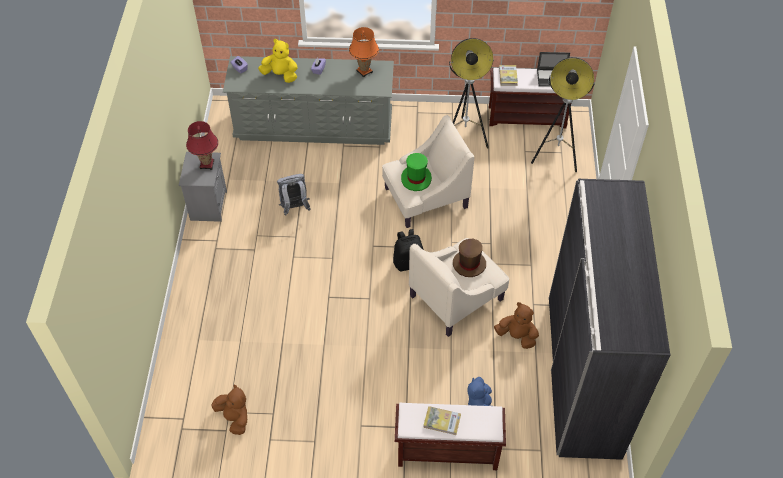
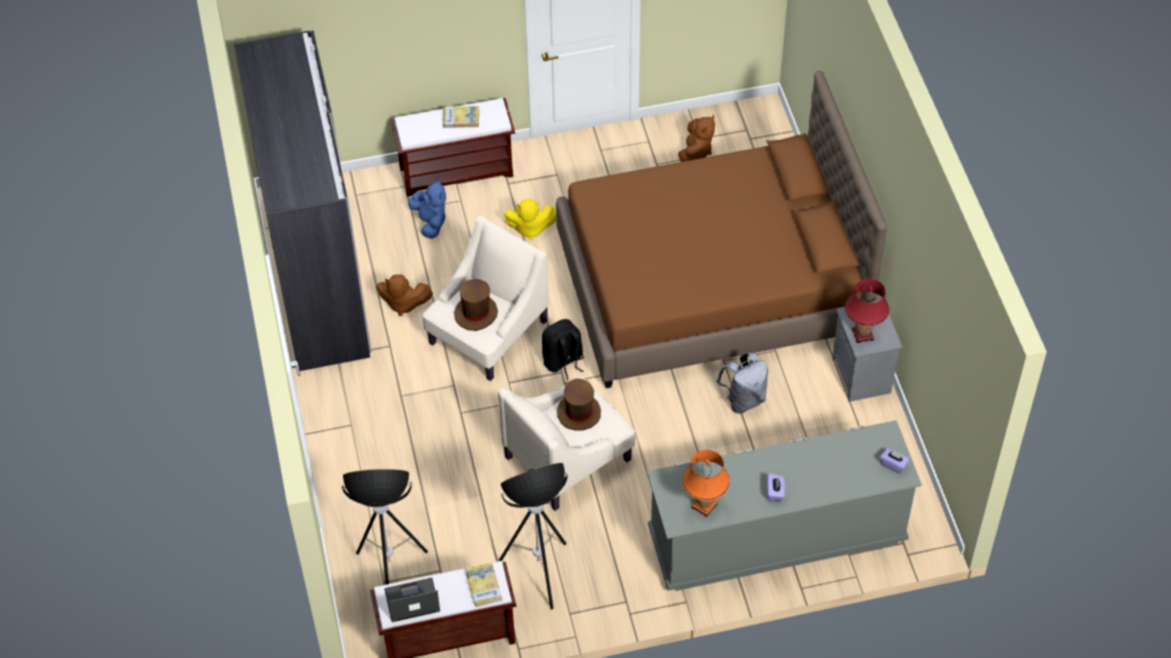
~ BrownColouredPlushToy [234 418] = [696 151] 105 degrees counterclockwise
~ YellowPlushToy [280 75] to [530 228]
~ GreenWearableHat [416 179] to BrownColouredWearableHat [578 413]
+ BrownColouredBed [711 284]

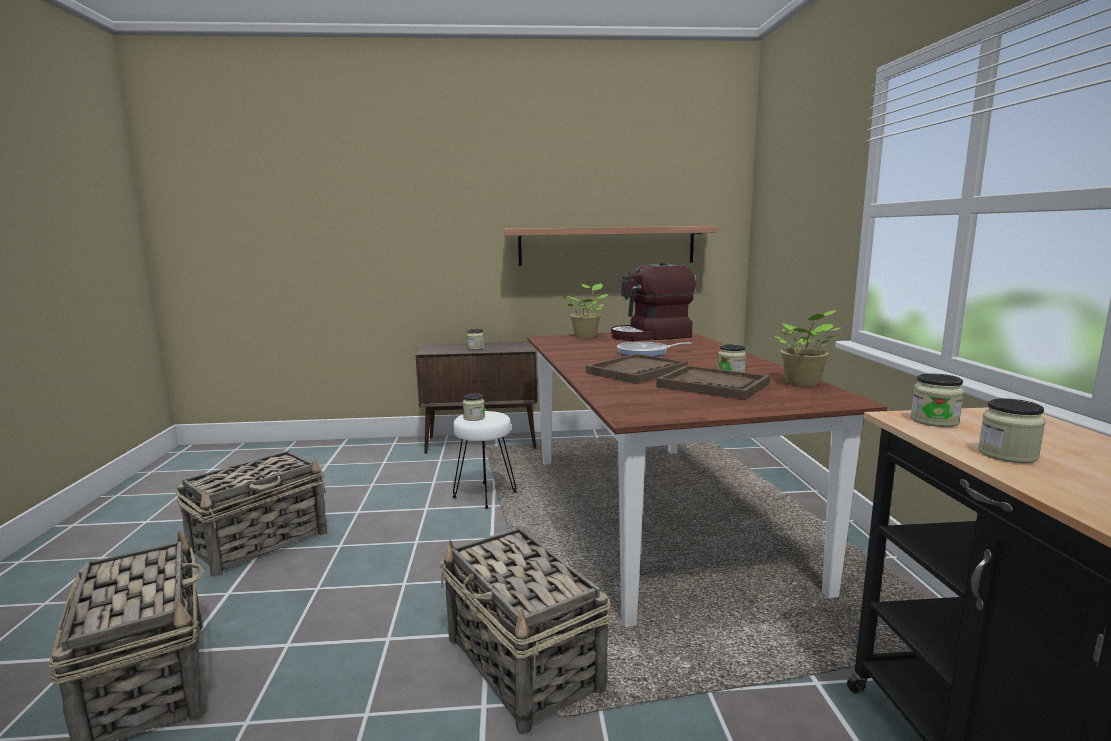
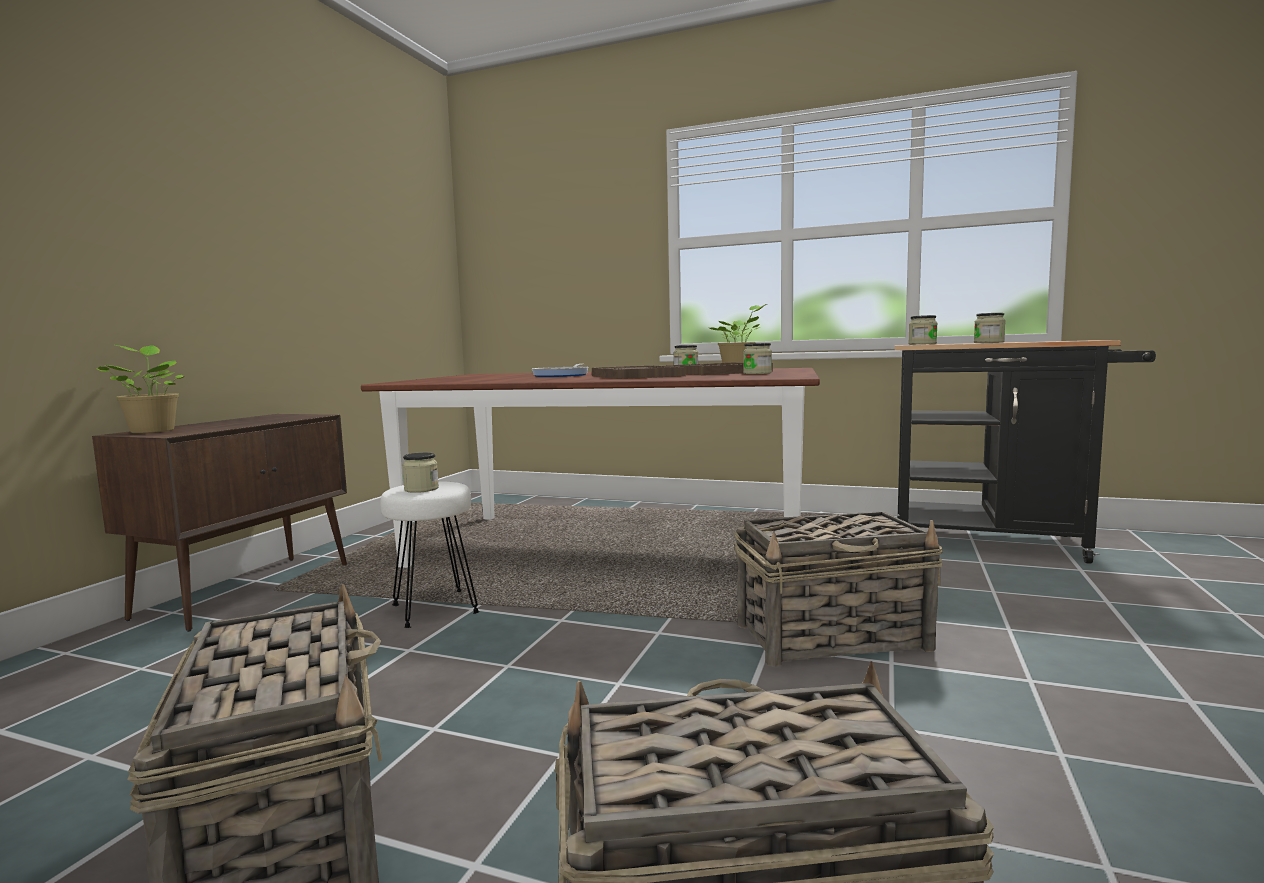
~ PreserveJar [476 348] to [757 373]
- BracketShelf [606 245]
~ PlantInAPot [586 336] to [152 431]
- CoffeeBrewer [651 336]

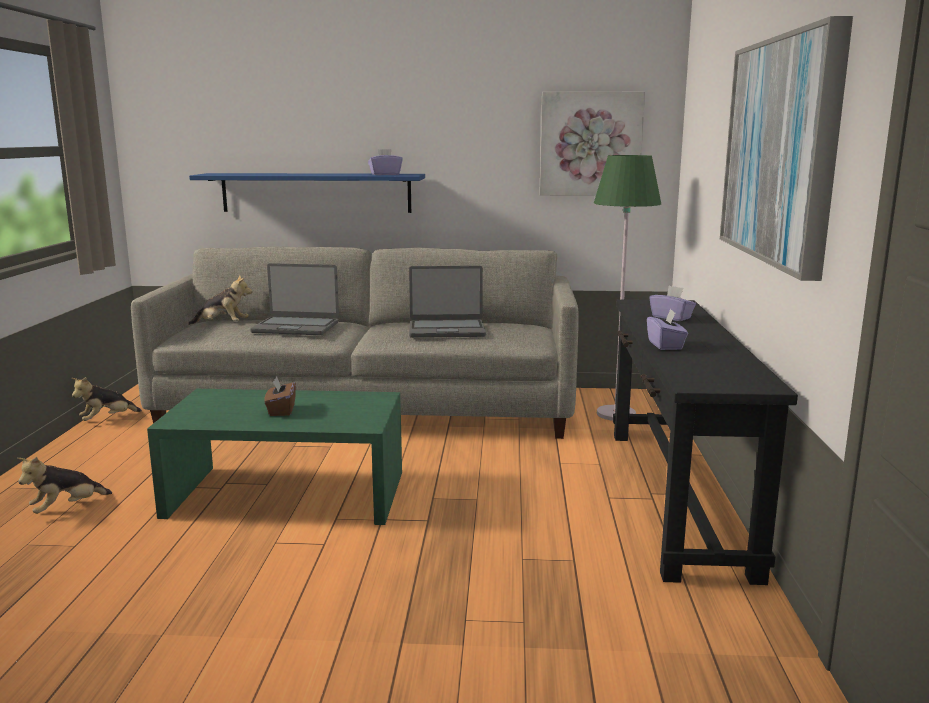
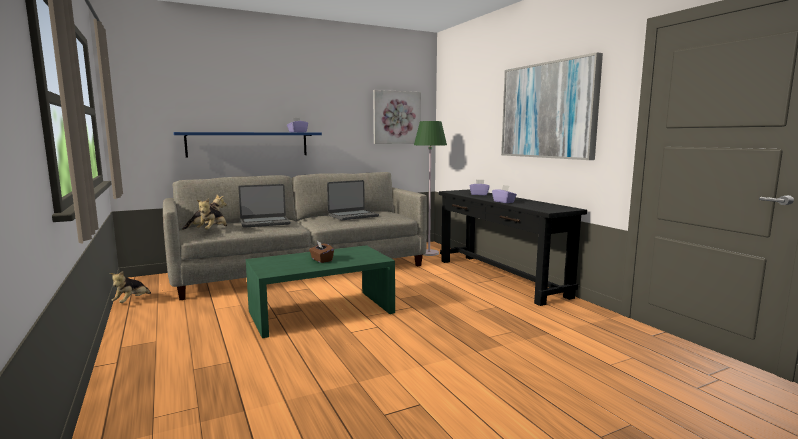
~ PlushToy [66 508] to [213 230]

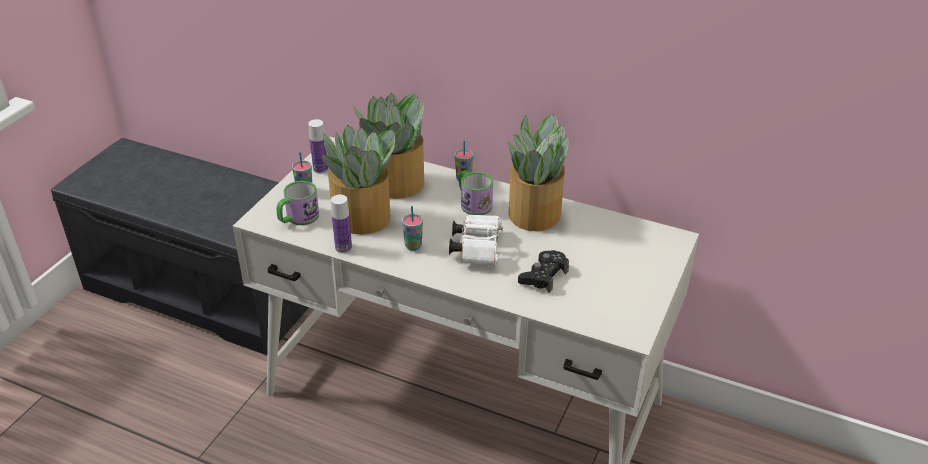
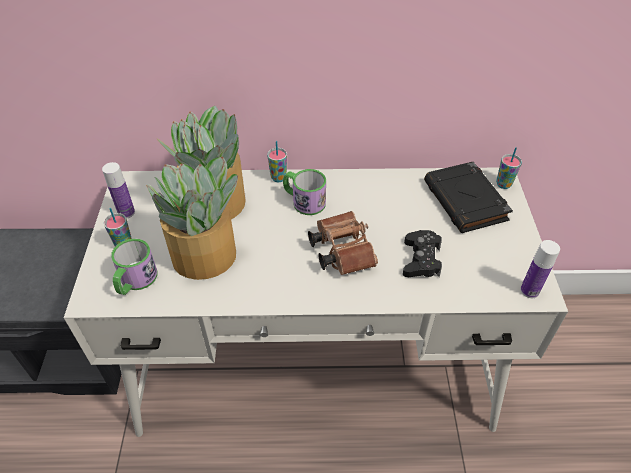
~ Bottle [343 248] to [529 290]
~ DrinkingCup [413 246] to [503 184]
~ WhiteBinoculars [477 248] to BrownColouredBinoculars [340 250]
- PlantInAPot [535 213]
+ BlackBook [466 202]

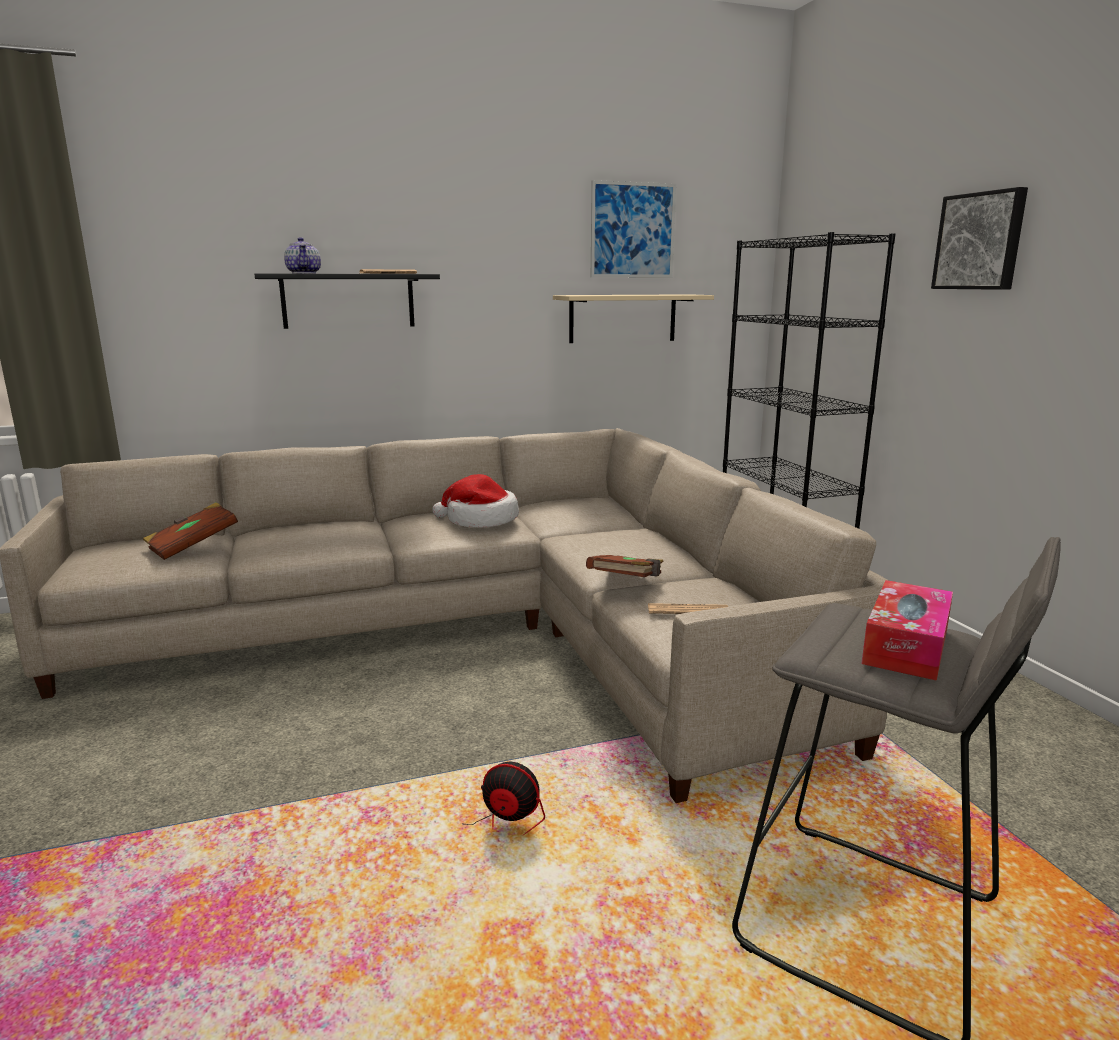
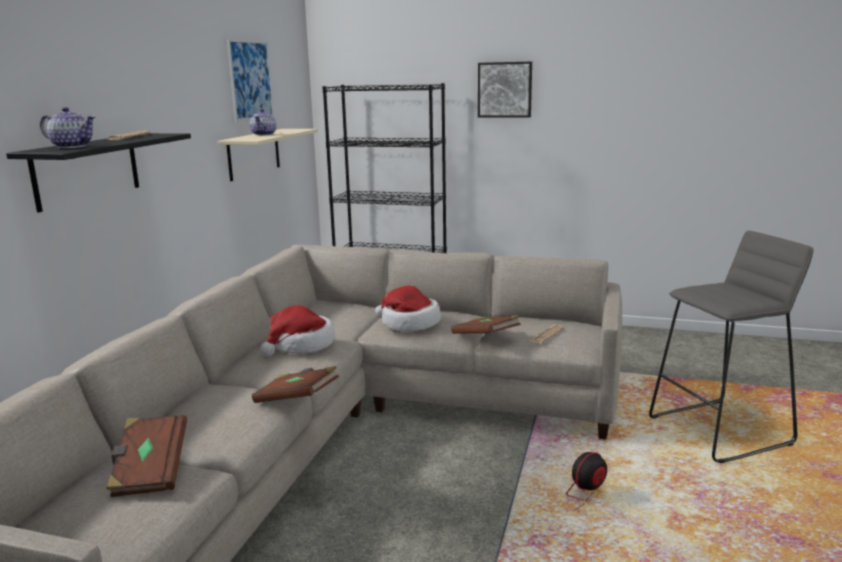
- TissueBox [906 645]
+ PotForTea [264 134]
+ BrownColouredBook [297 399]
+ WearableHat [409 323]

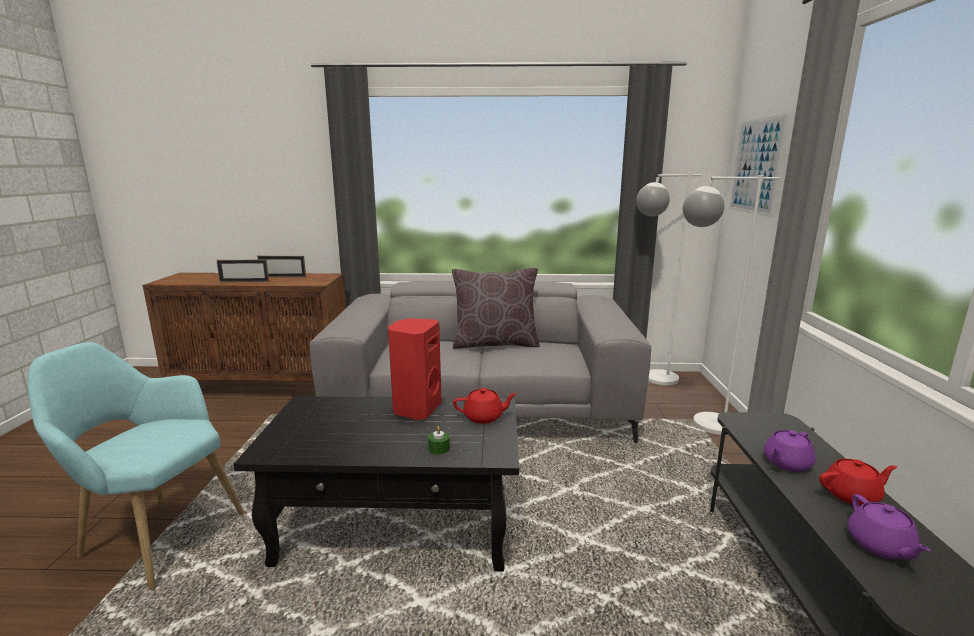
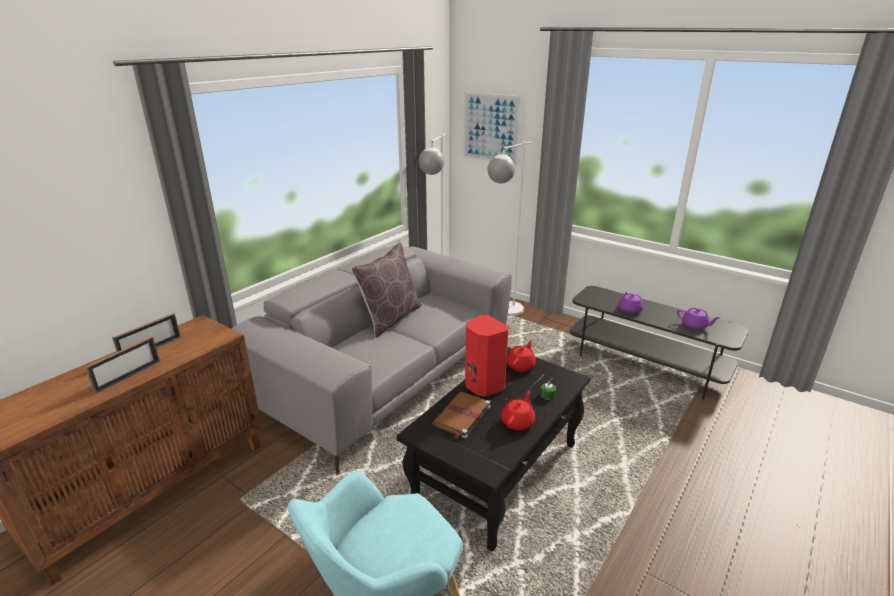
~ RedPotForTea [852 495] to [518 422]
+ BrownColouredBook [461 416]

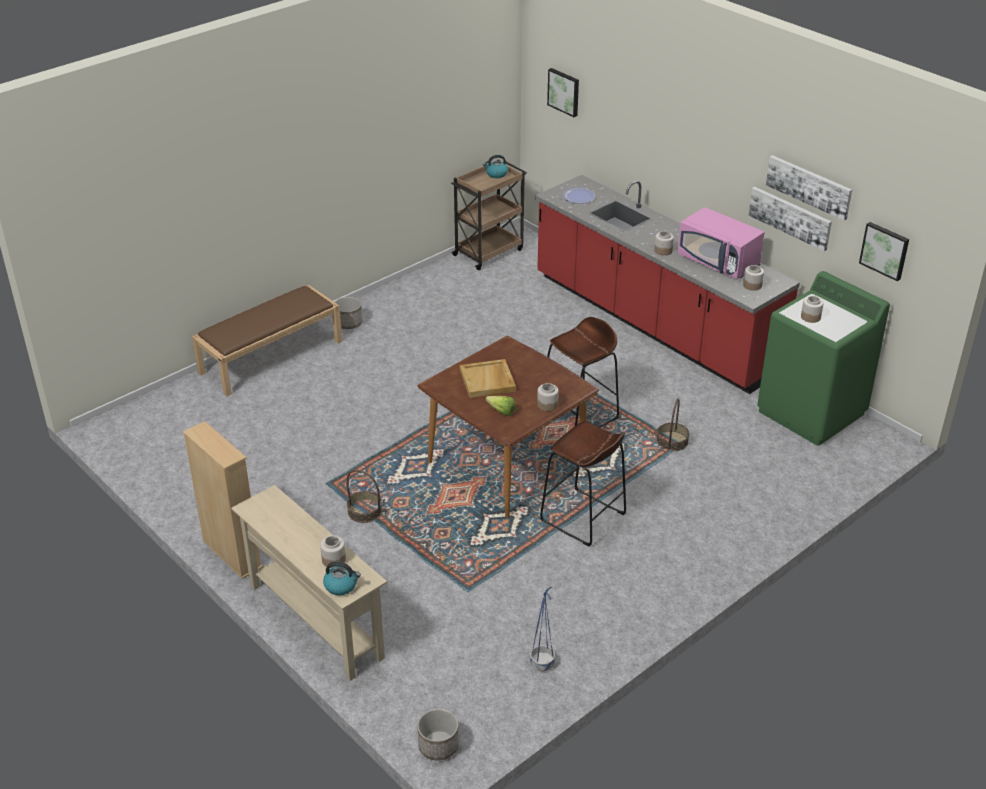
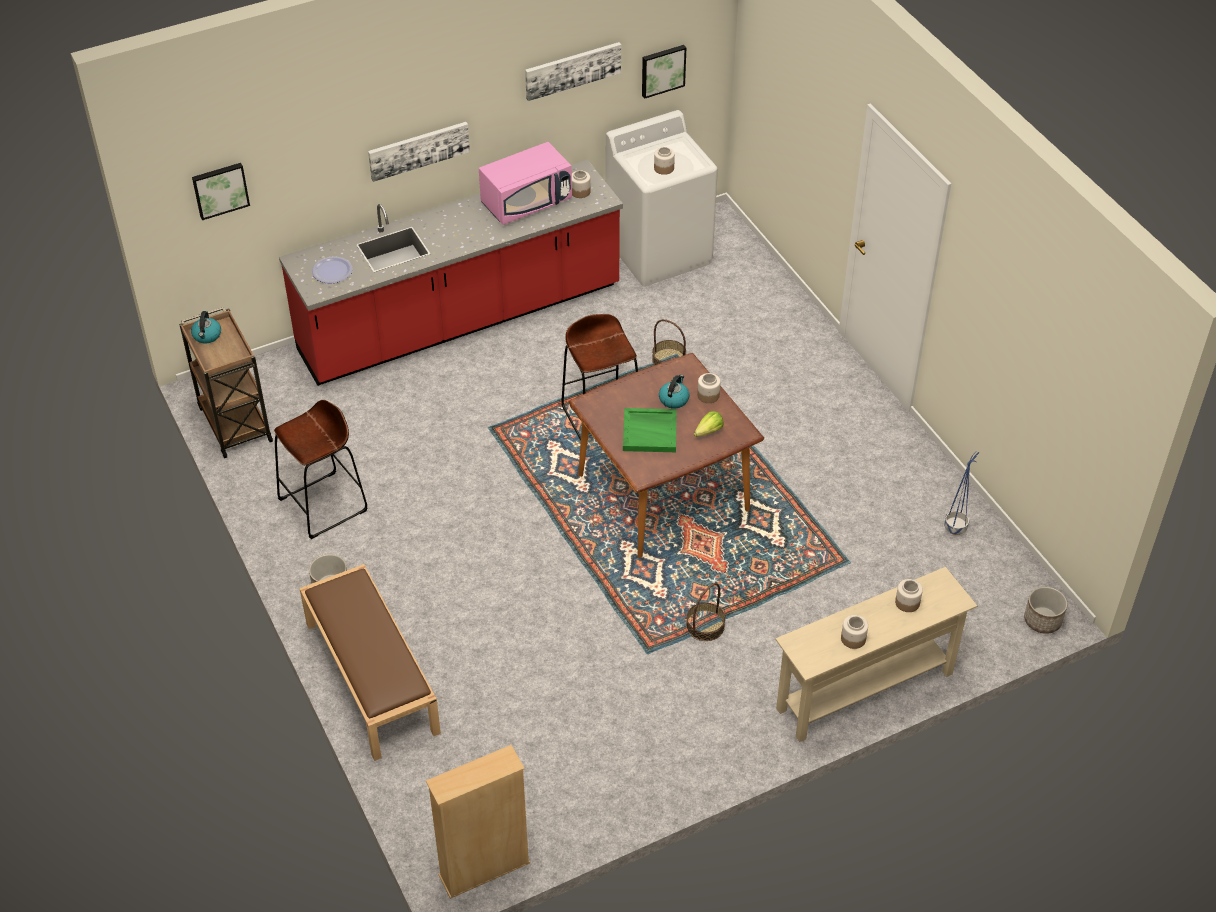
~ BeigeShelvingUnit [232 554] to [484 869]
~ TeaKettle [341 585] to [674 399]
~ BeigeTray [488 381] to GreenTray [650 432]
~ BrownColouredStool [583 518] to [323 505]
~ PreserveJar [663 251] to [853 639]
~ WallArt [790 217] to [418 150]
~ GreenLaundryAppliance [811 413] to WhiteLaundryAppliance [659 252]

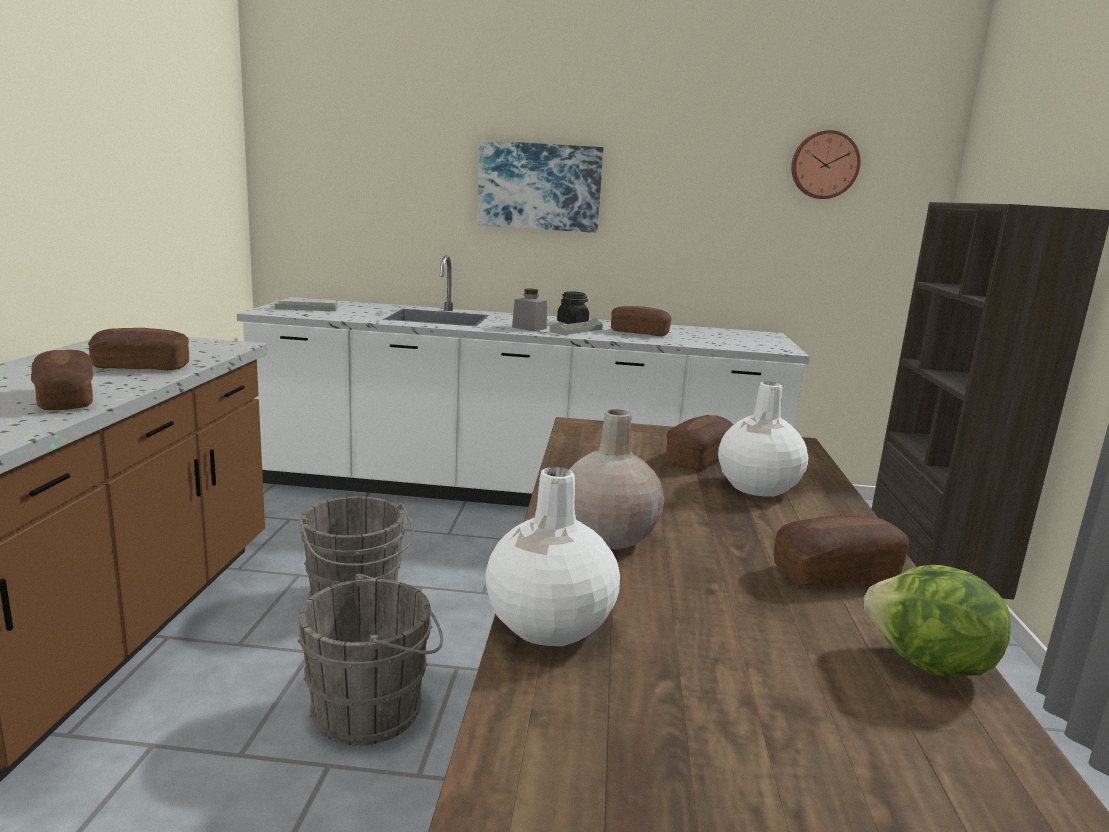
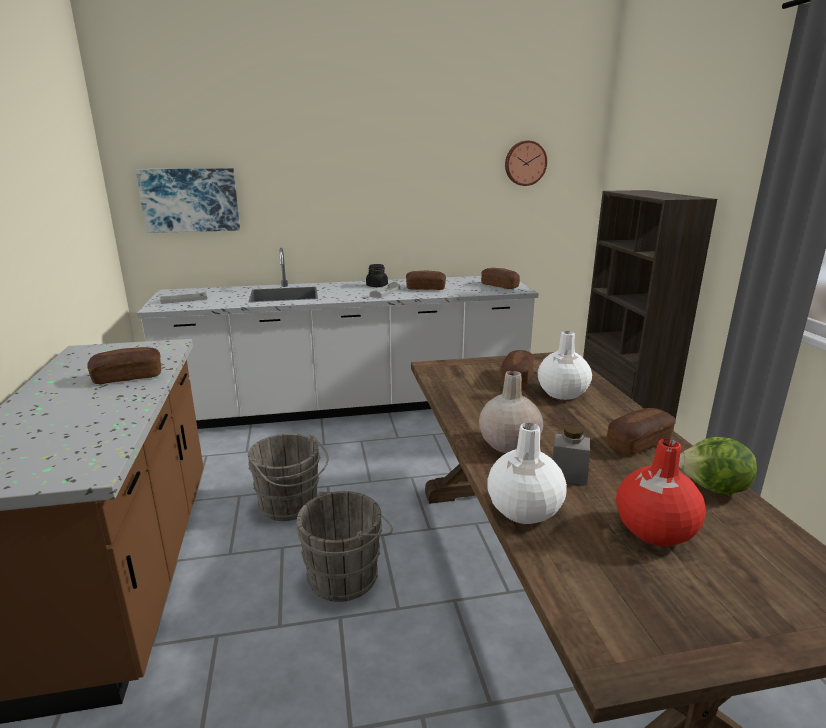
~ BakedBread [66 399] to [499 286]
~ WallArt [539 186] to [190 200]
~ GrayPreserveJar [529 328] to [568 474]
+ RedVase [653 531]

